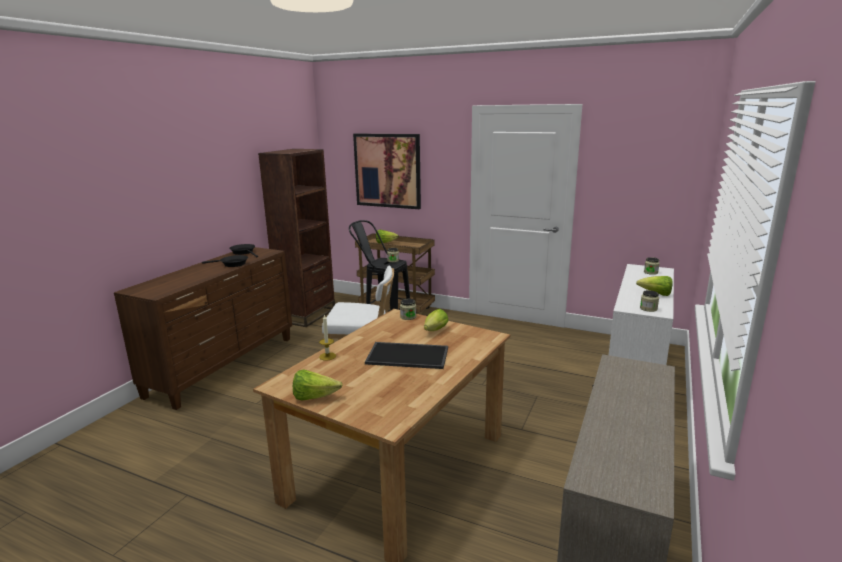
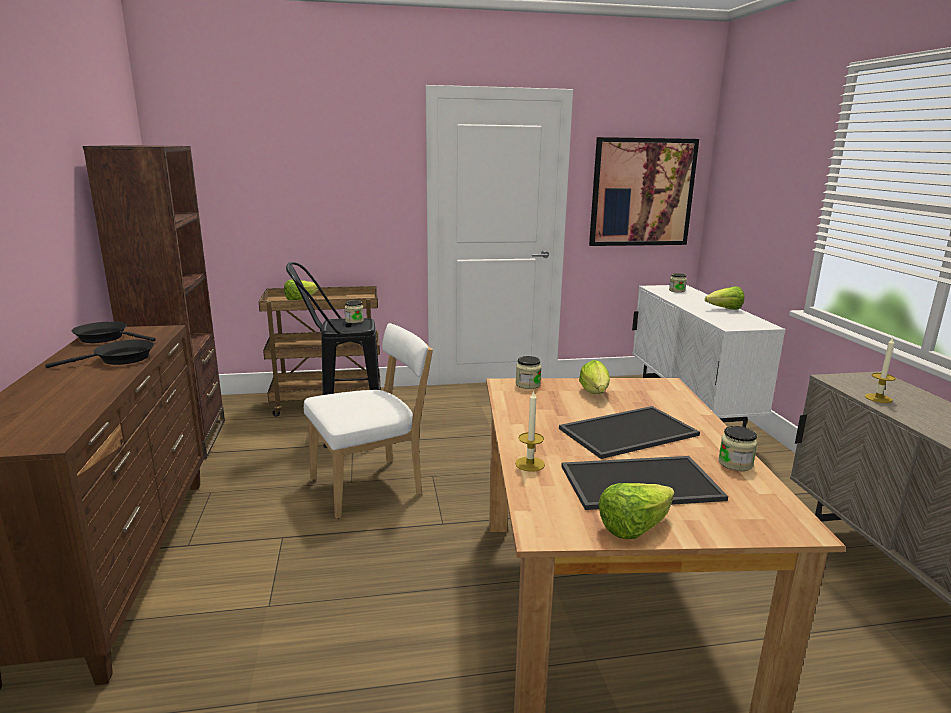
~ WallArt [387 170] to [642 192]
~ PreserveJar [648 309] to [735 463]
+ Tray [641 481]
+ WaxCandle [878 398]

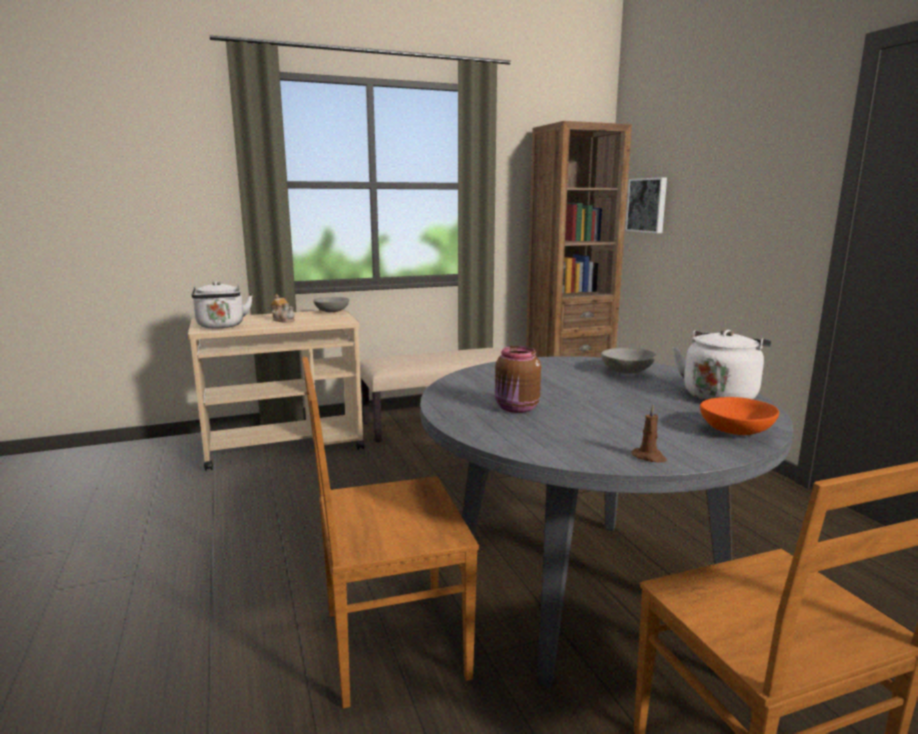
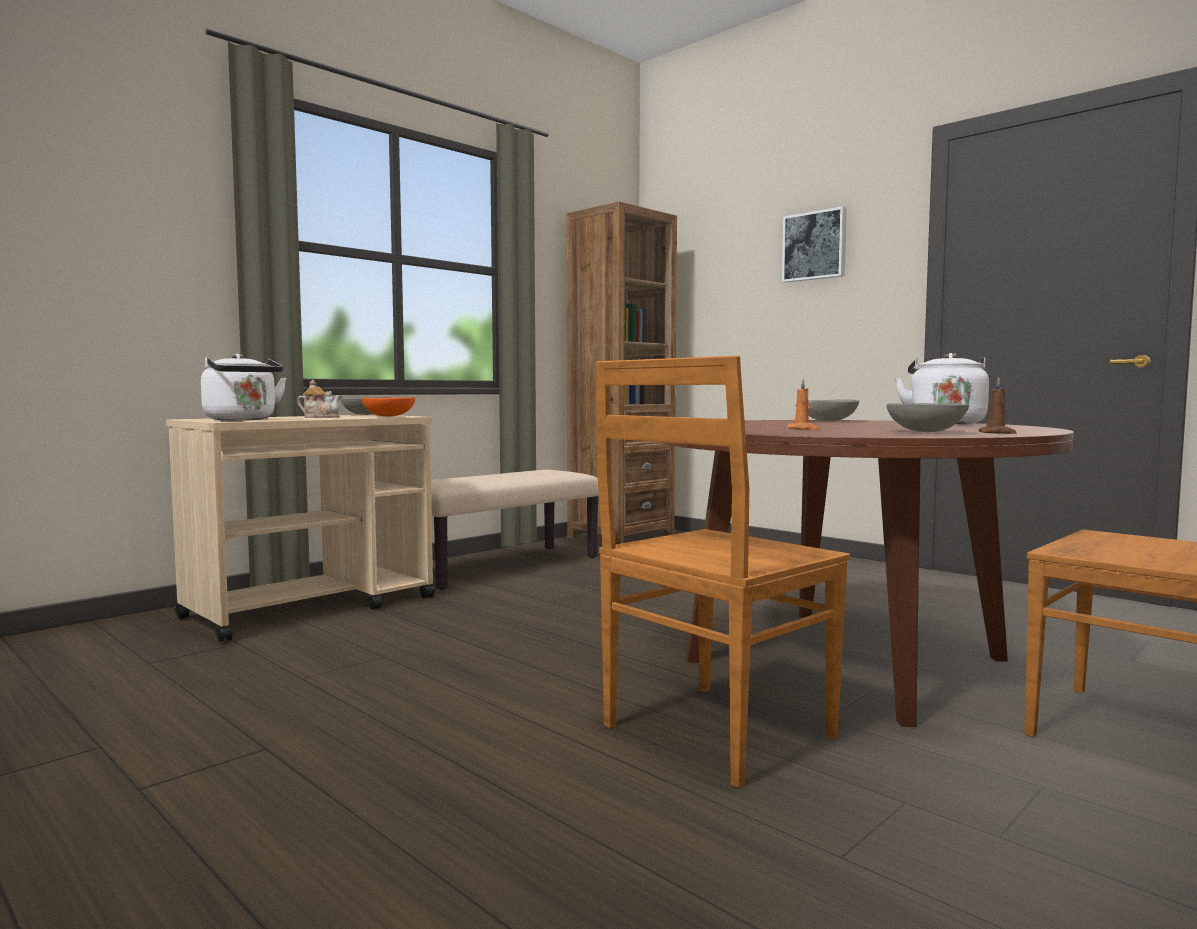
~ GrayDiningTable [584 590] to BrownColouredDiningTable [846 660]
~ BrownColouredPreserveJar [517 408] to OrangeColouredWaxCandle [803 429]
~ WallArt [647 205] to [815 246]
~ OrangeColouredDeepDish [736 432] to [389 416]
+ GrayDeepDish [925 432]

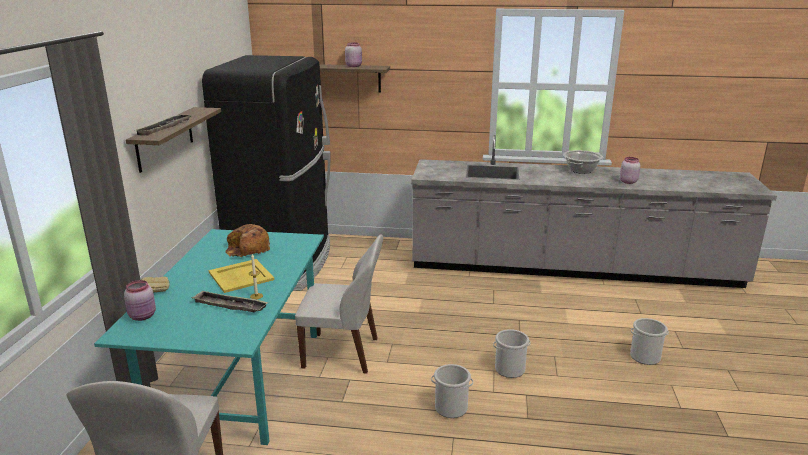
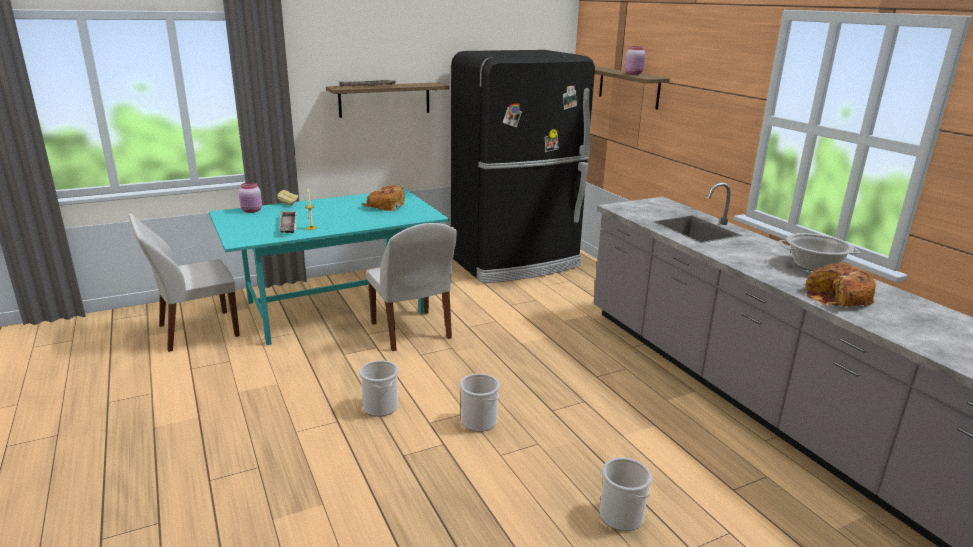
- YellowTray [240 276]
~ PinkColouredPreserveJar [628 181] to BakedBread [837 298]

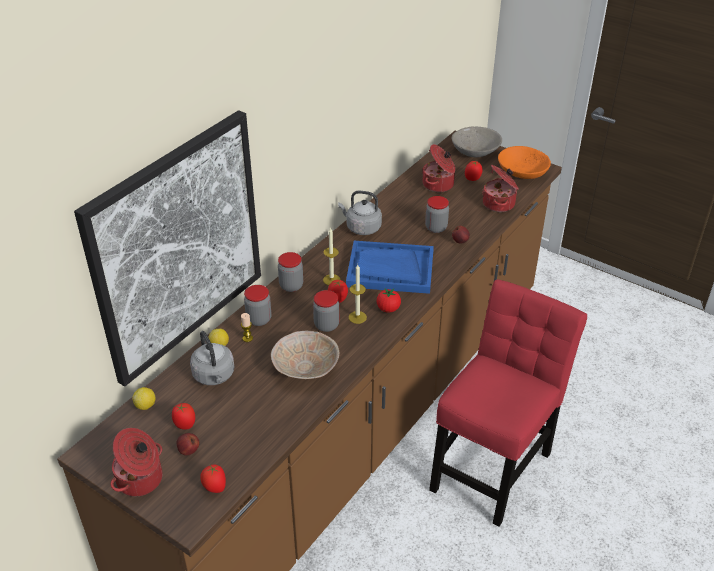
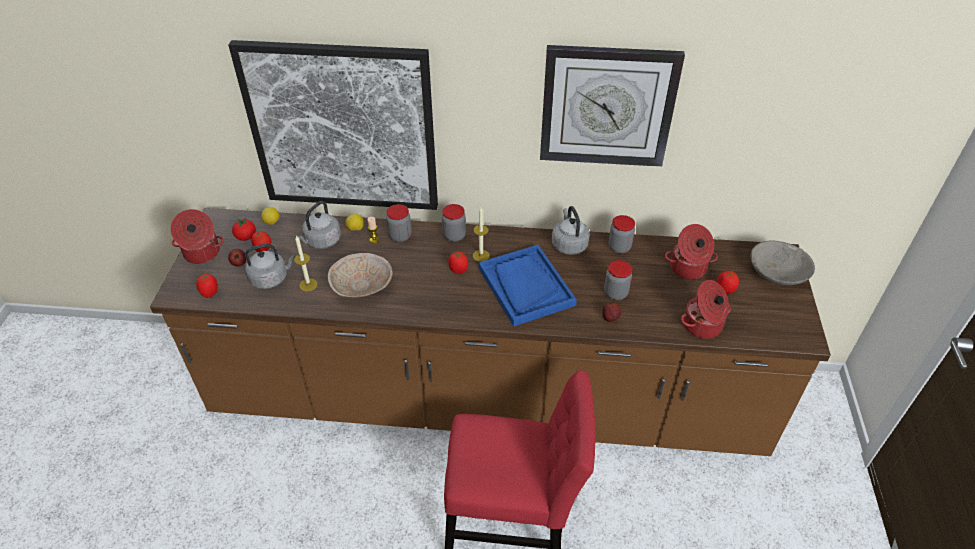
~ PreserveJar [326 325] to [619 247]
~ WaxCandle [357 317] to [308 285]
~ Tomato [388 309] to [246 237]
- OrangeColouredDeepDish [522 172]
+ GrayTeaKettle [271 278]
+ HangingClock [607 106]

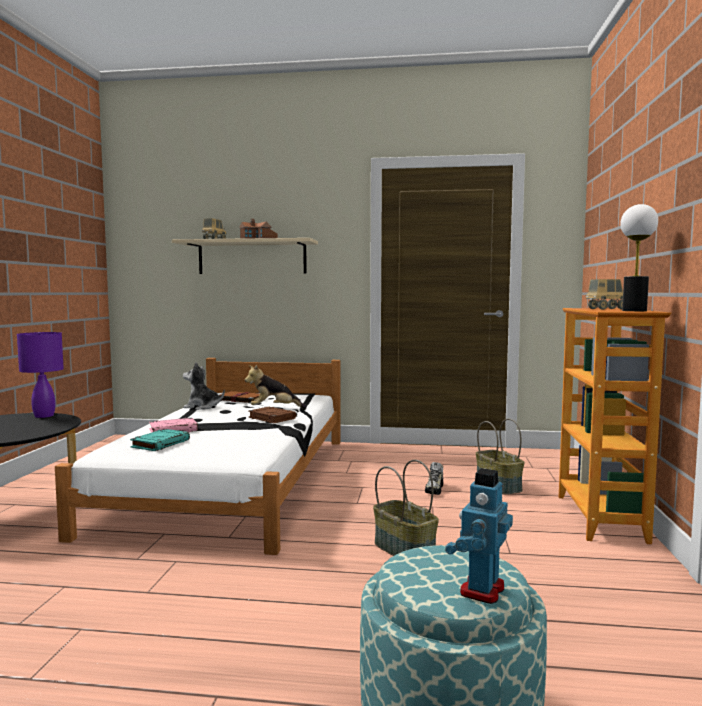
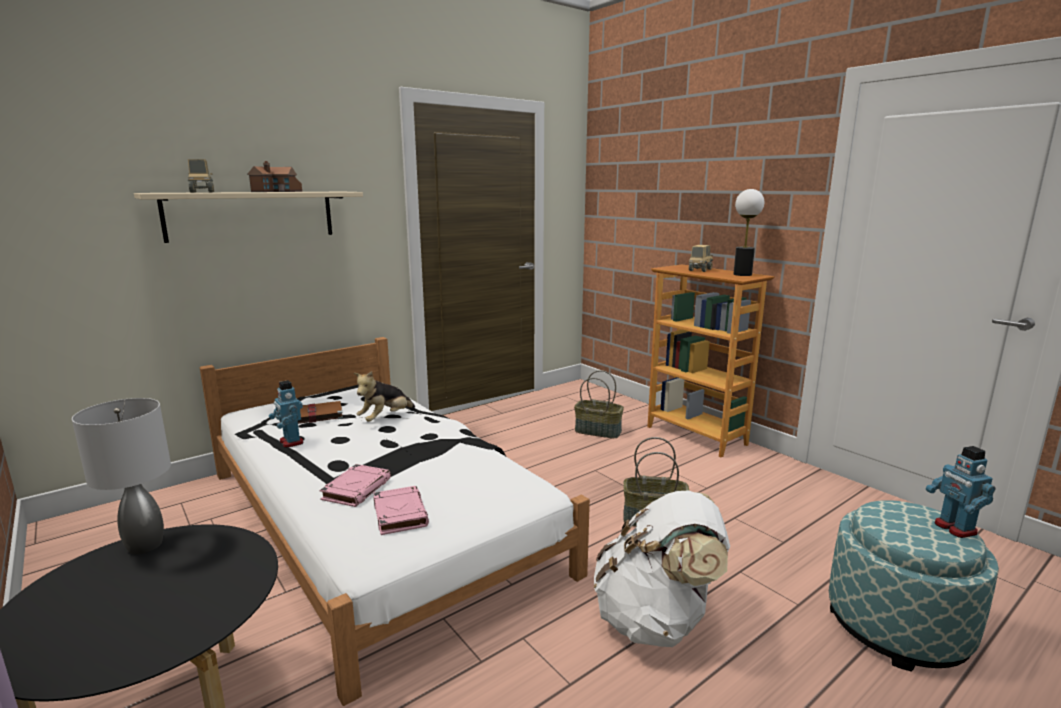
~ PurplishTabletopLamp [43 416] to GrayTabletopLamp [144 546]
~ TurquoiseColouredBook [161 443] to PinkColouredBook [399 514]
~ PlushToy [202 407] to ModelRobot [290 442]
- BrownColouredBook [271 418]
- ItemOfFootwear [434 489]
+ WhiteBackpack [656 620]

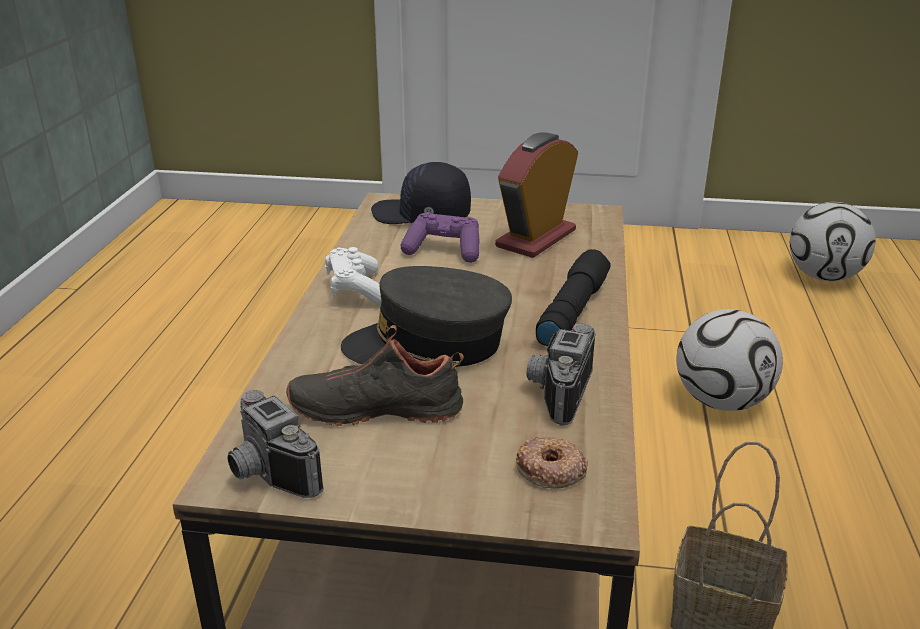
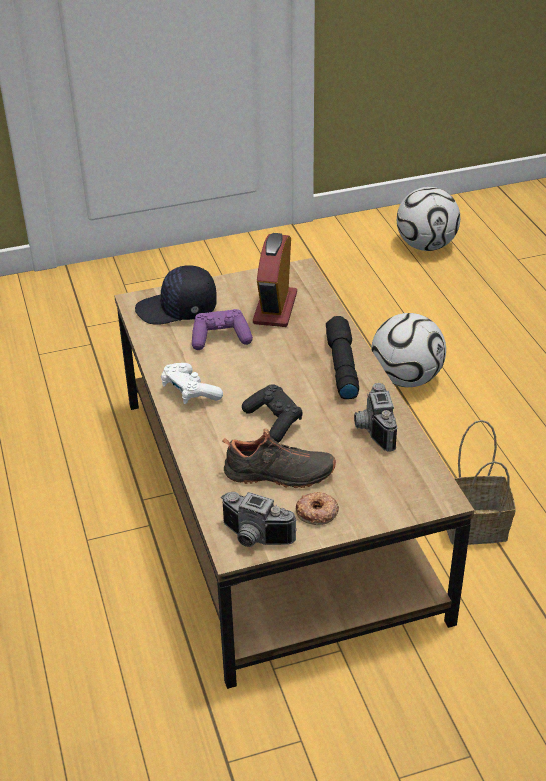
~ BlackItemOfFootwear [376 407] = [279 475] 150 degrees counterclockwise
~ GrayBaseballCap [429 345] to BlackJoypad [274 421]
~ Doughnut [550 469] to [317 512]

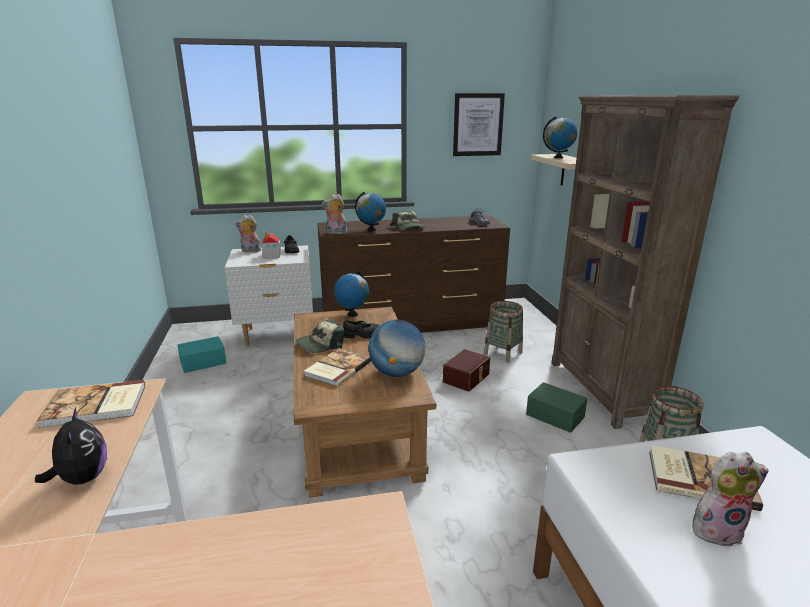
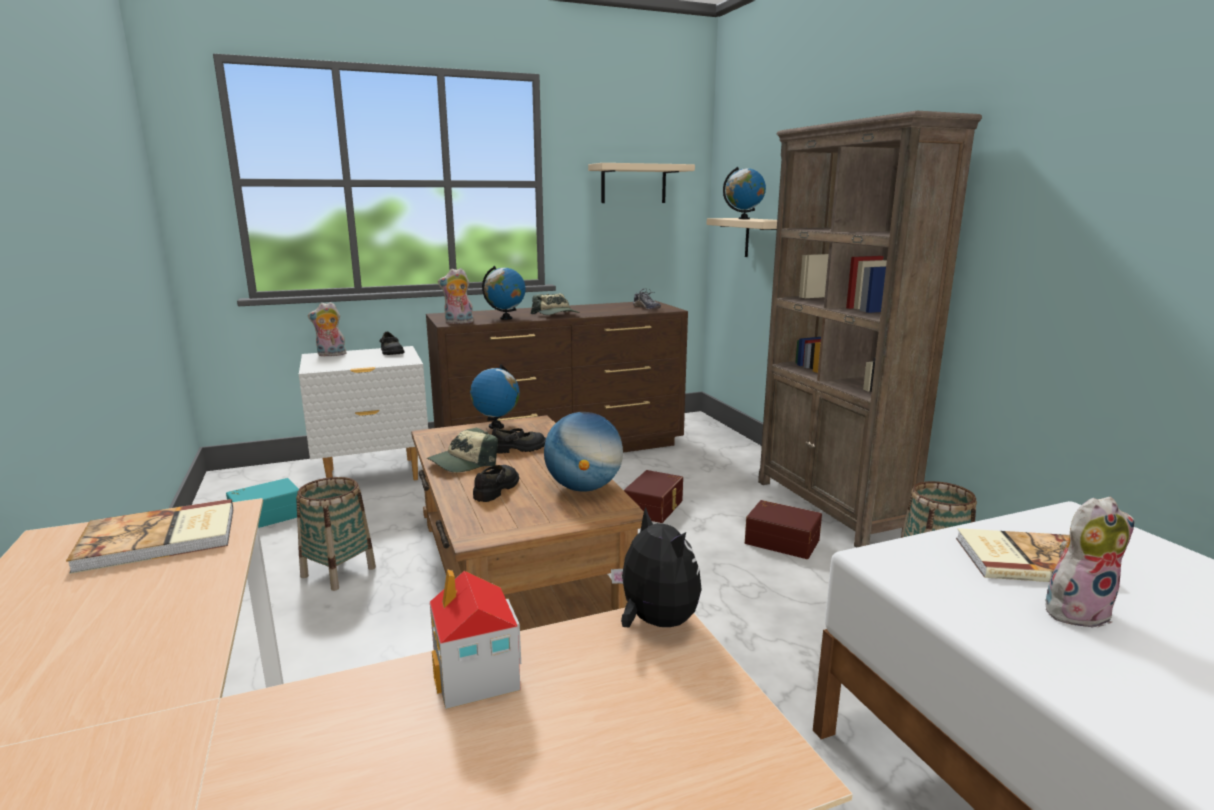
~ PlushToy [82 478] to [654 622]
~ ModelHouse [272 256] to [476 677]
~ Book [337 368] to BlackItemOfFootwear [497 489]
~ WallArt [478 125] to BeigeBracketShelf [633 184]
~ HouseholdBasket [503 353] to [339 572]
~ GreenStorageBin [555 415] to BrownColouredStorageBin [782 541]

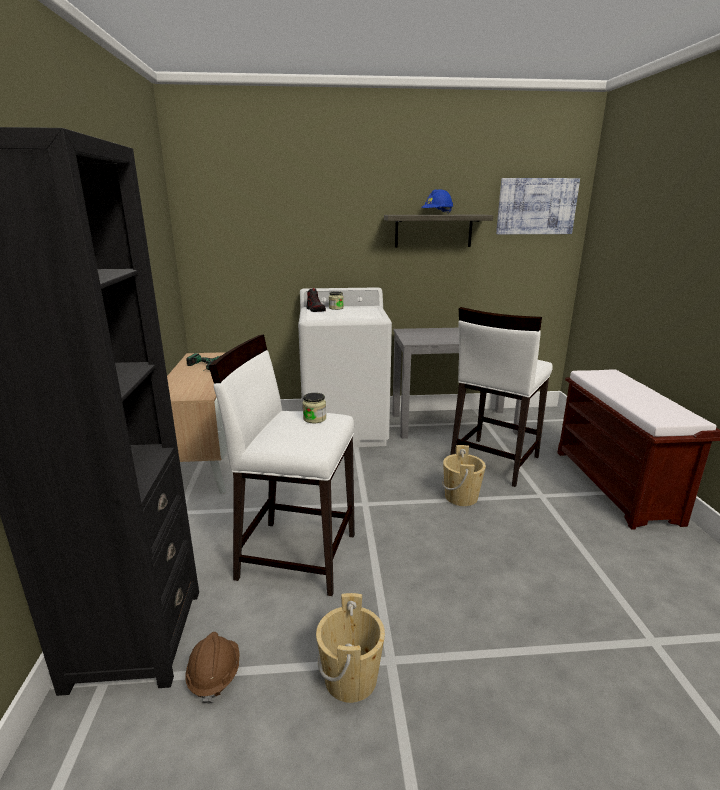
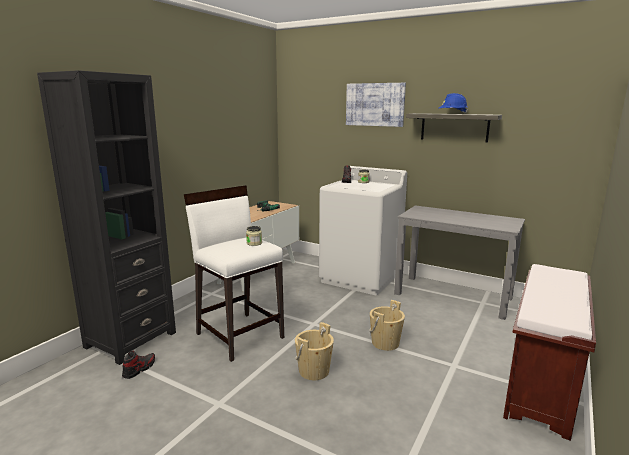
~ BrownColouredWorkHelmet [214 675] to ItemOfFootwear [139 369]
~ BeigeWaterBucket [350 678] to [314 371]
- WhiteStool [493 461]
~ WallArt [536 206] to [375 104]

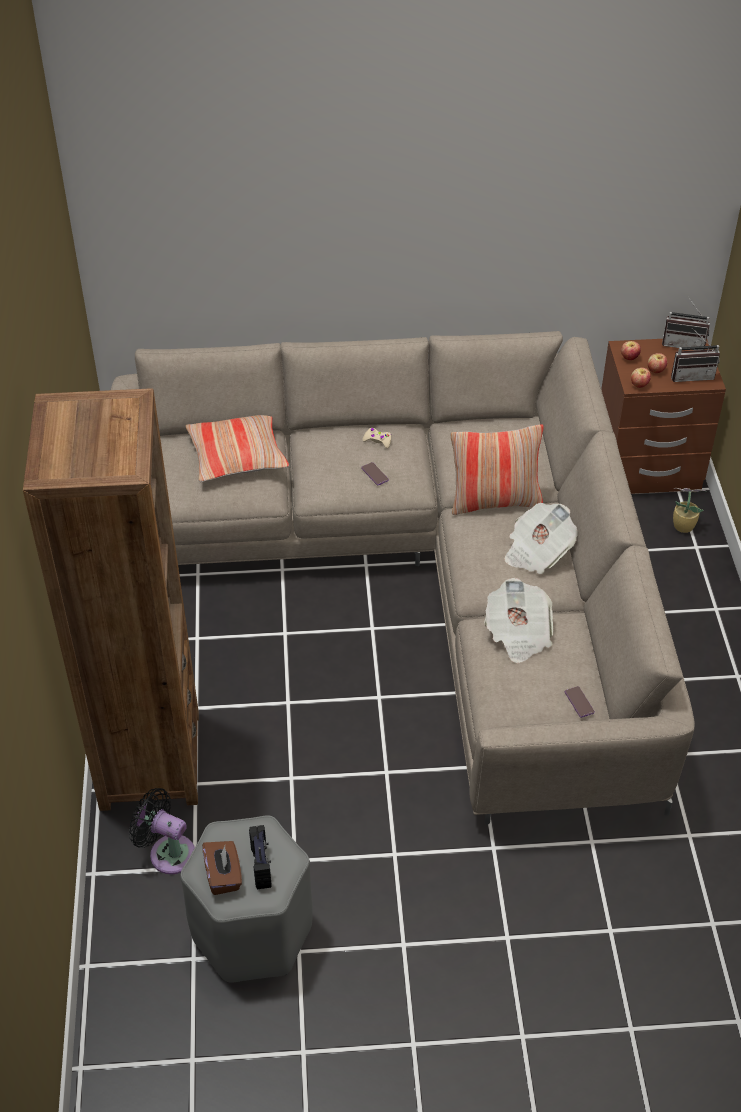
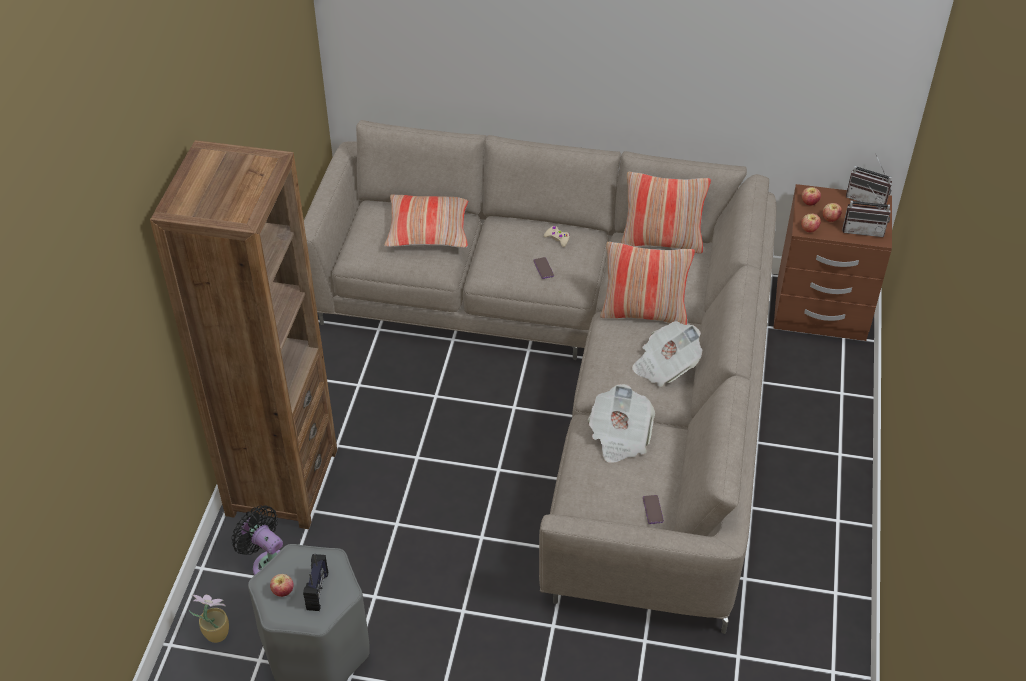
~ BrownColouredTissueBox [223 876] to Apple [283 592]
~ PlantInAPot [682 526] to [216 633]
+ ThrowPillow [662 241]

